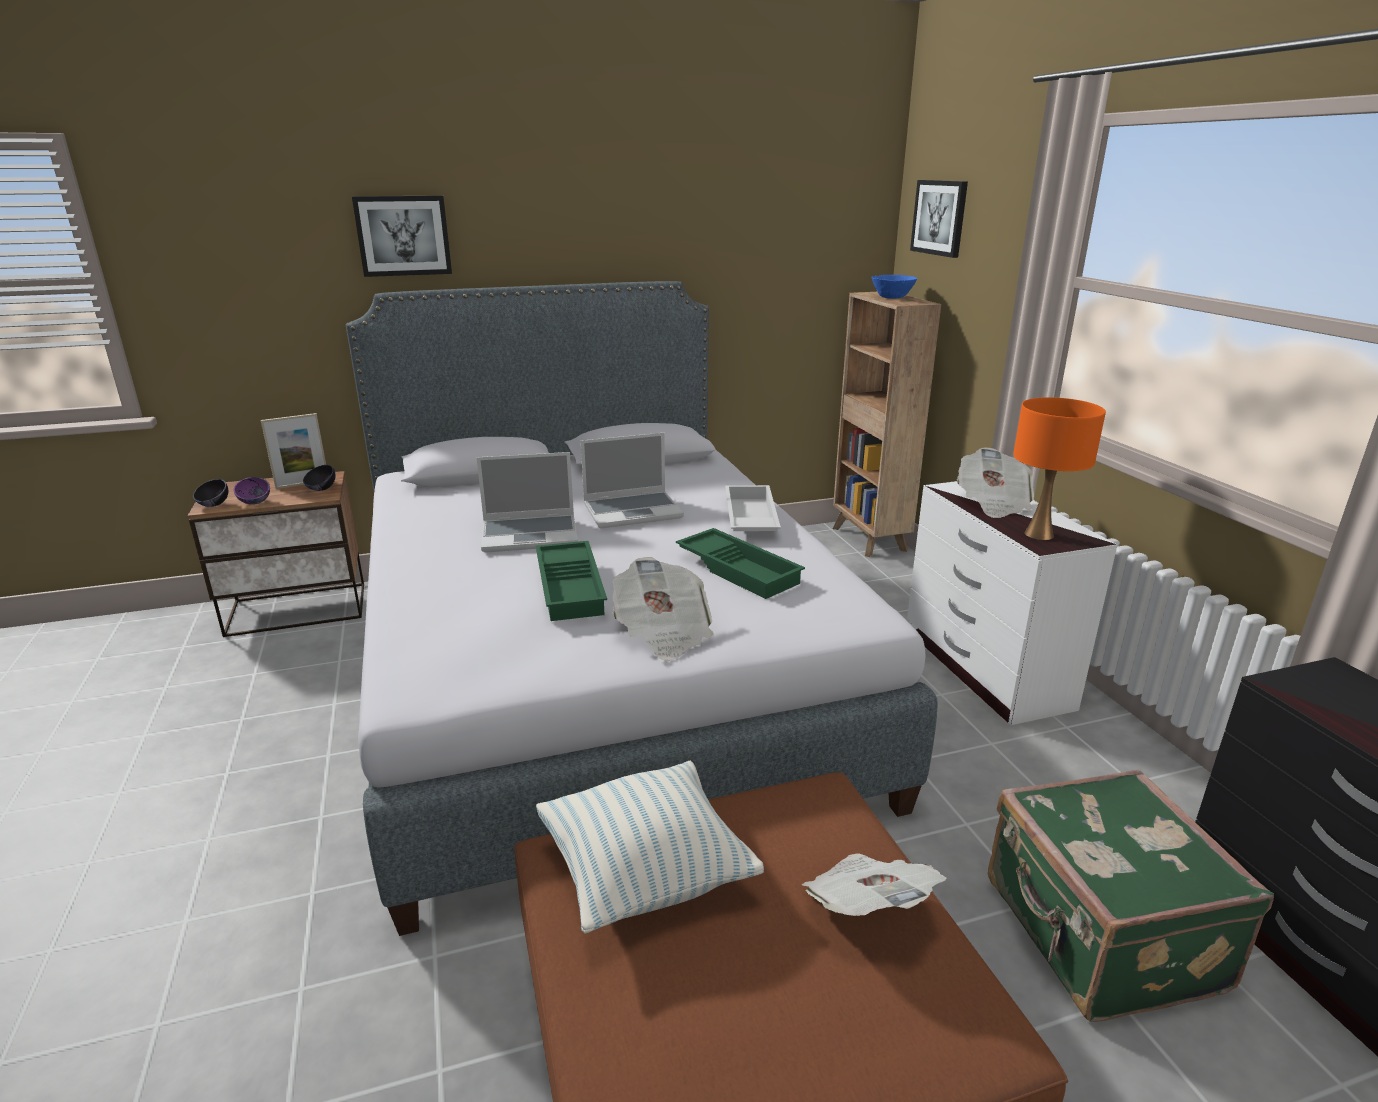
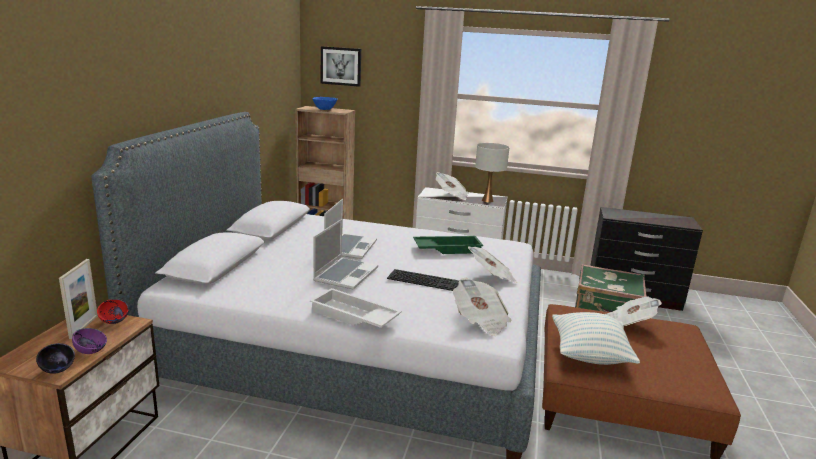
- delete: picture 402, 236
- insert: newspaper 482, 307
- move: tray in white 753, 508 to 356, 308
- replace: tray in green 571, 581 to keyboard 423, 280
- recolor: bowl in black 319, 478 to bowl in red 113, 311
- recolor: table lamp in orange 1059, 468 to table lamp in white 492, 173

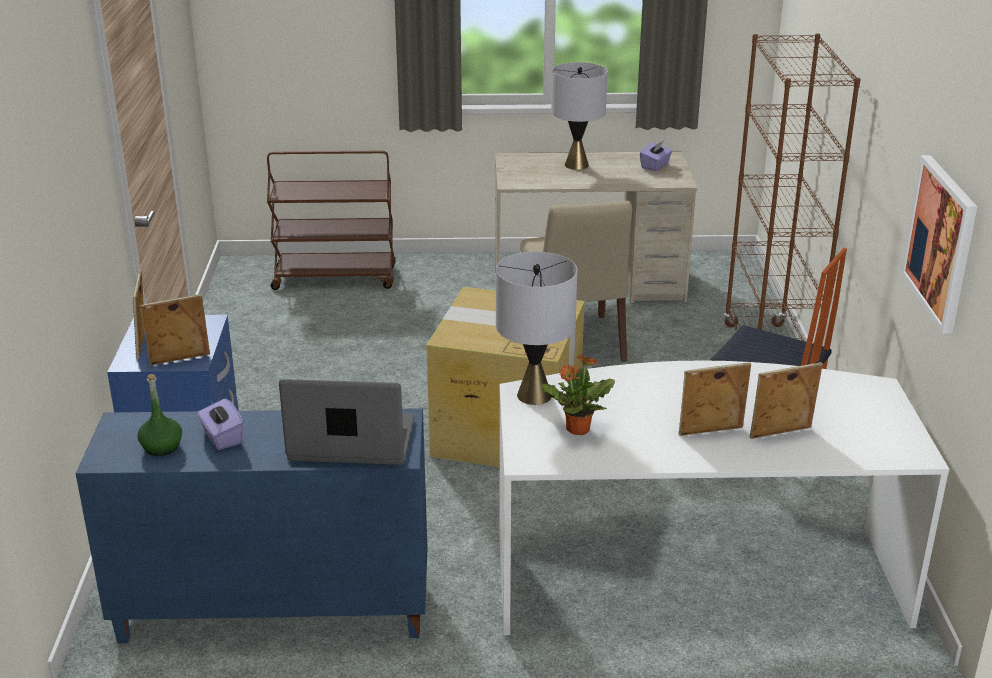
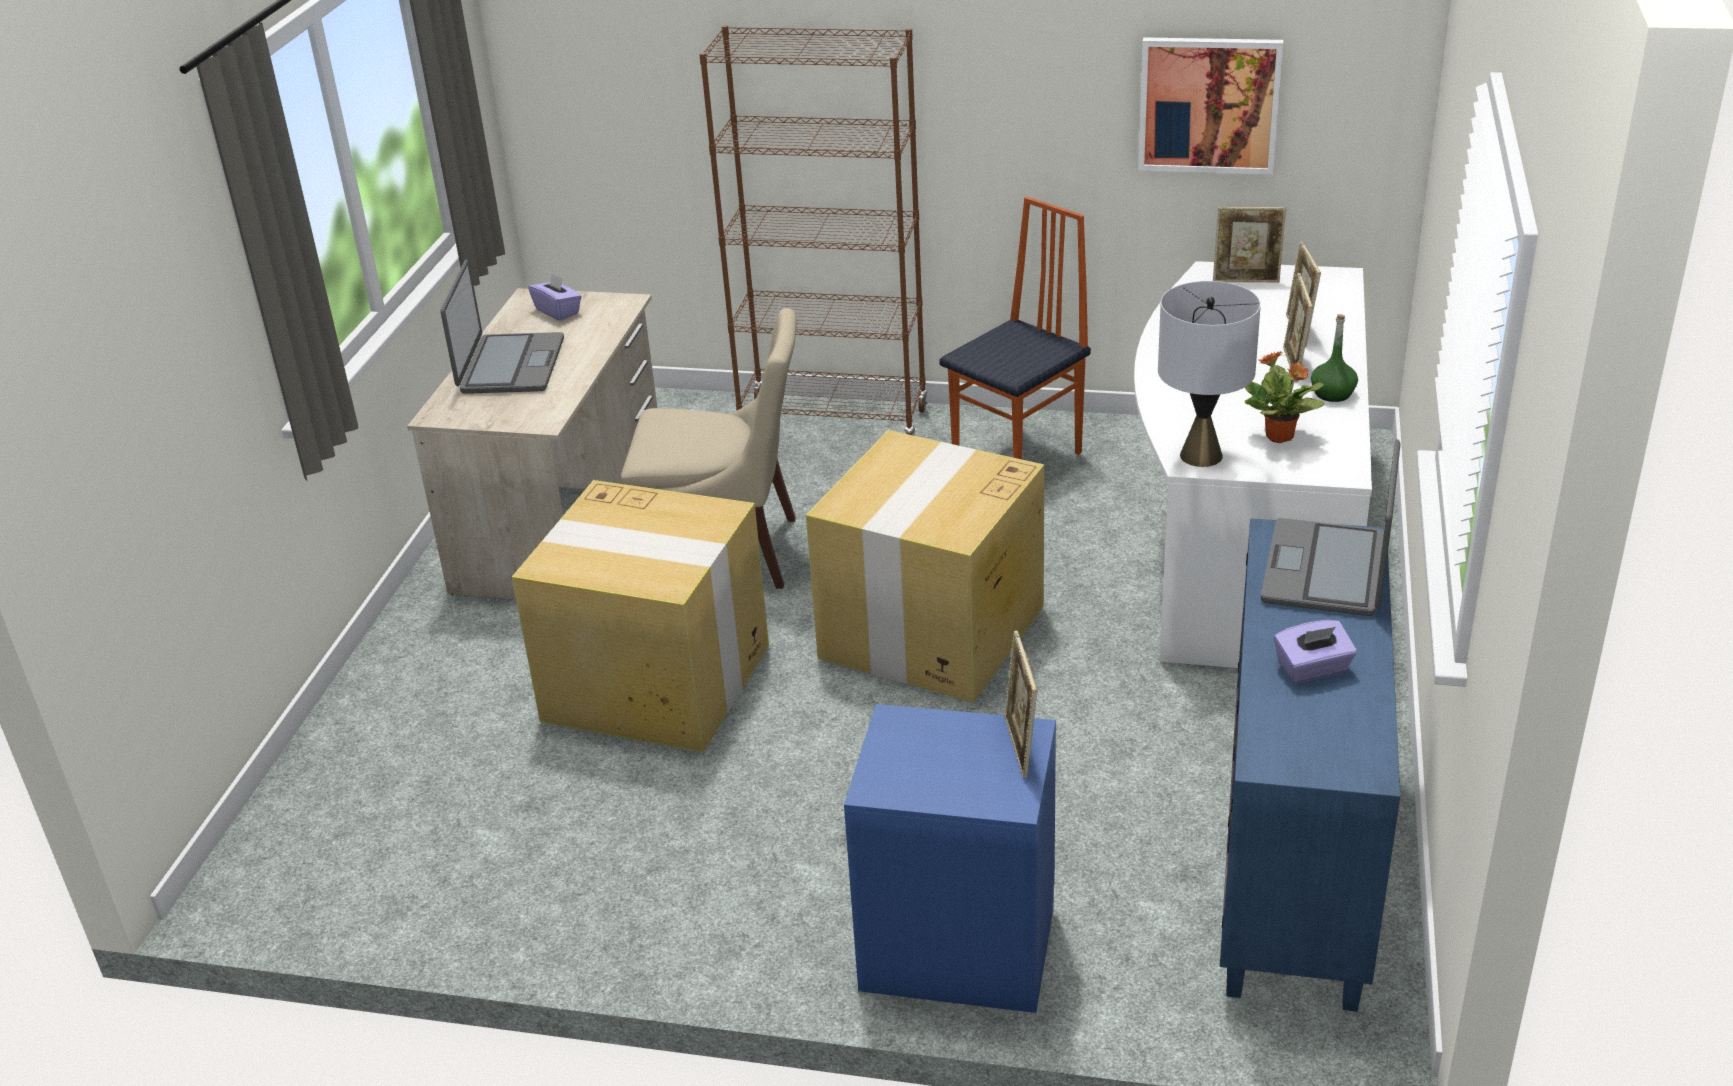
- delete: cart in brown 331, 220
- insert: cardboard box 640, 616
- move: picture frame 138, 314 to 1249, 245
- move: bottle in green 159, 415 to 1334, 358
- replace: table lamp in grey 579, 116 to laptop 502, 326

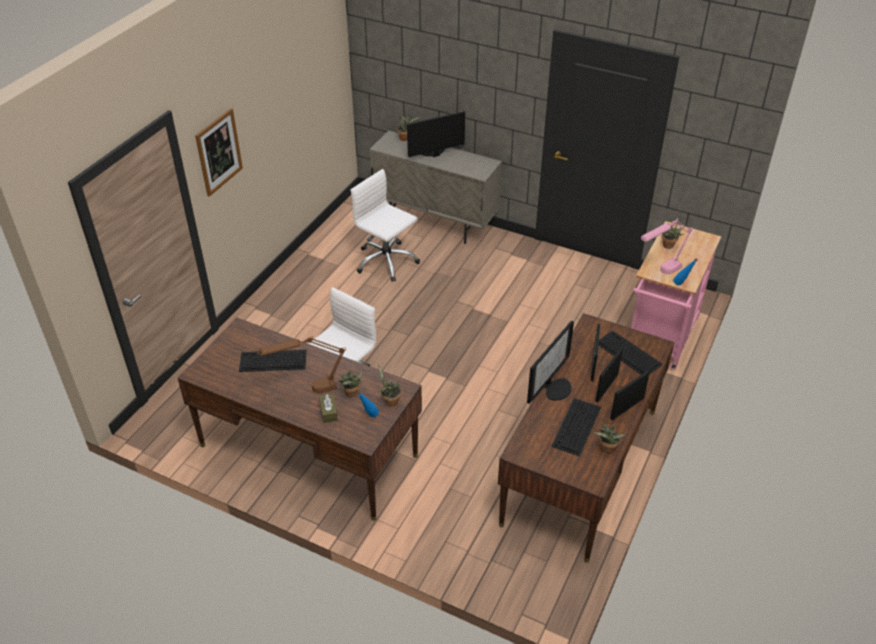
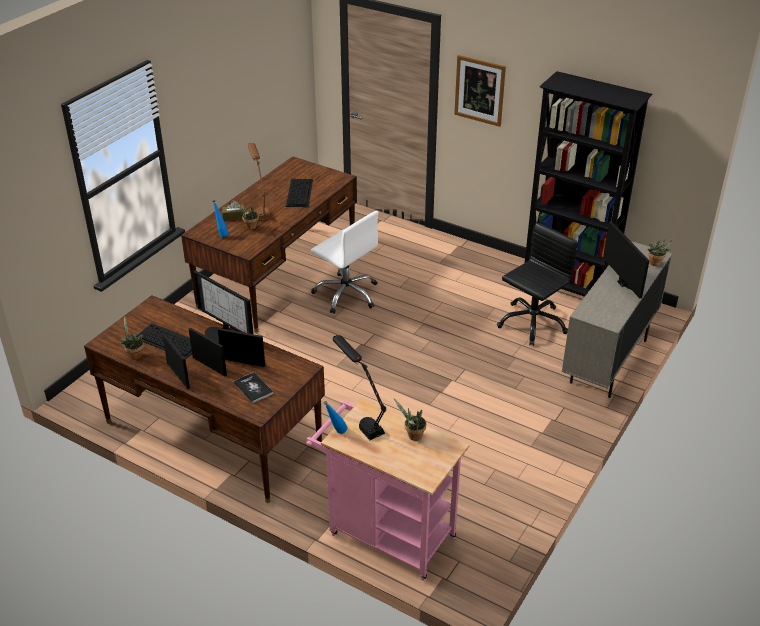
- delete: potted plant 389, 385
- insert: bookcase in black 589, 184
- replace: keyboard 631, 353 to book 254, 387
- recolor: office chair in white 385, 225 to office chair in black 537, 284
- recolor: table lamp in pink 667, 246 to table lamp in black 359, 387

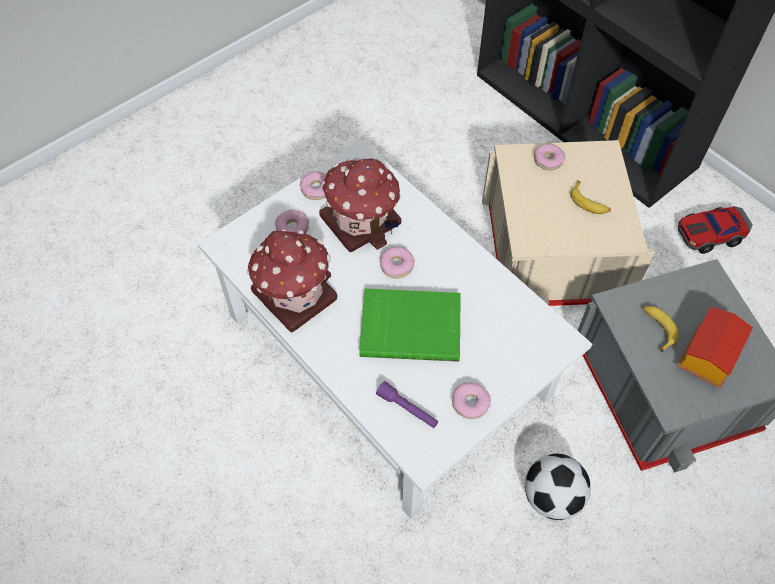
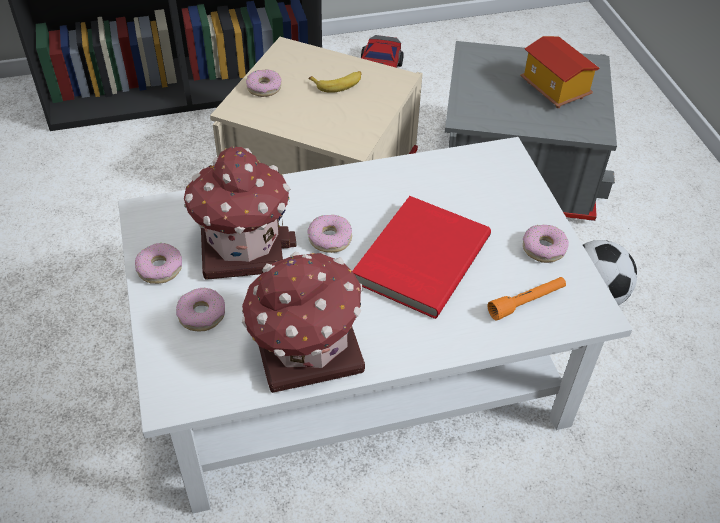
- delete: banana 661, 329
- recolor: book in green 410, 325 to book in red 422, 257
- recolor: flashlight in purple 407, 404 to flashlight in orange 527, 299

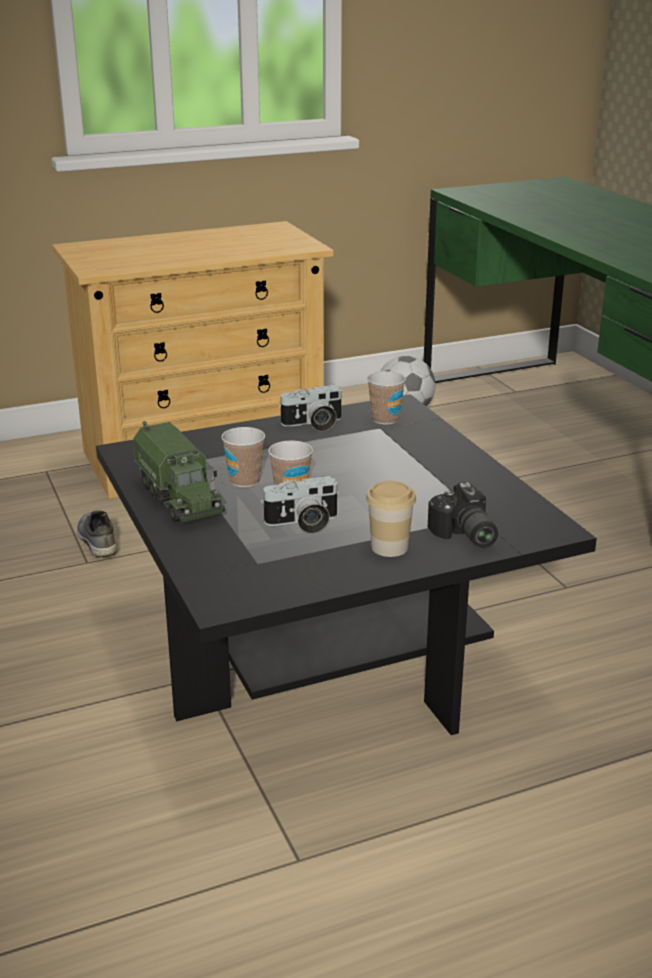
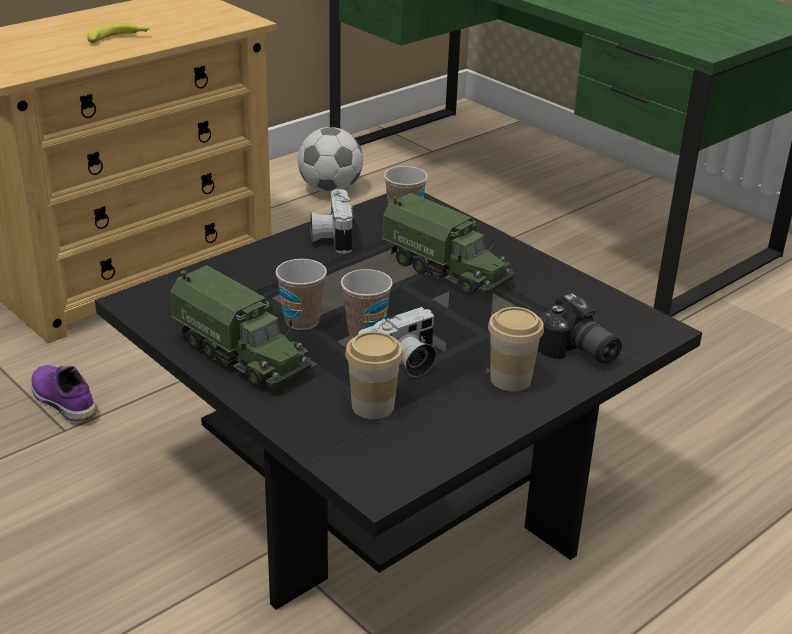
- insert: banana 118, 33
- insert: cup 374, 375
- insert: toy truck 448, 244
- recolor: shoe in grey 97, 533 to shoe in purple 64, 393
- rotate: photo camera 311, 408 = 332, 221 120 degrees clockwise

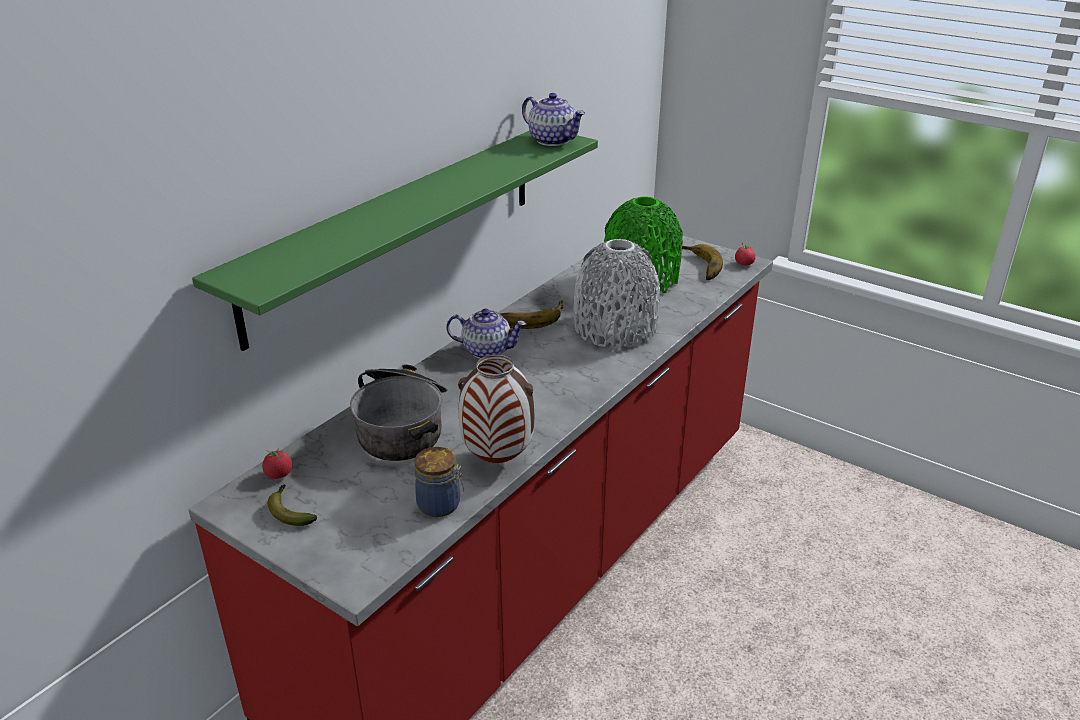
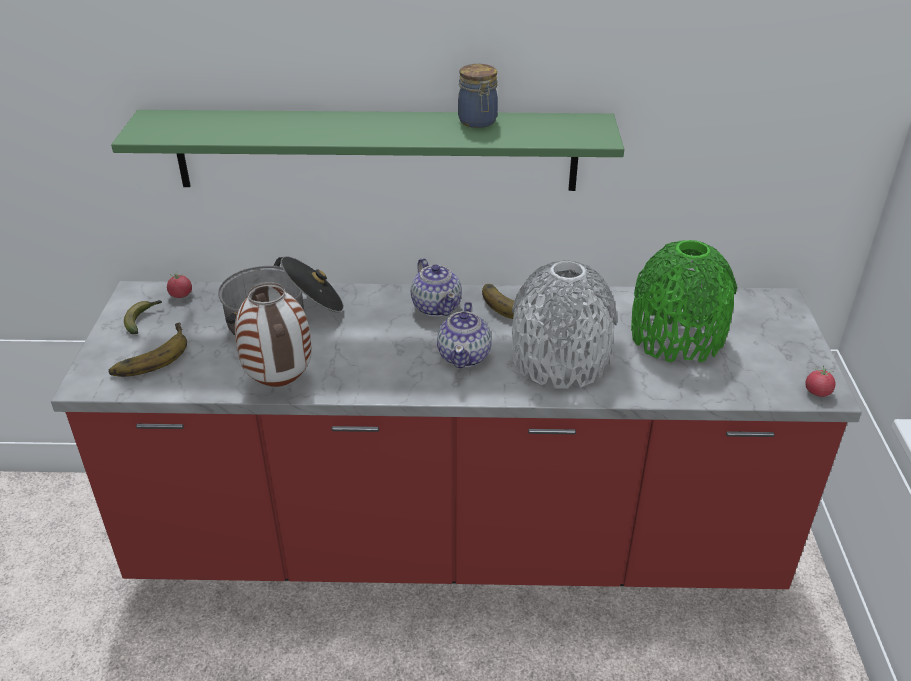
- move: jar 439, 482 to 478, 96
- move: teapot 553, 119 to 464, 335
- move: banana 702, 262 to 148, 350

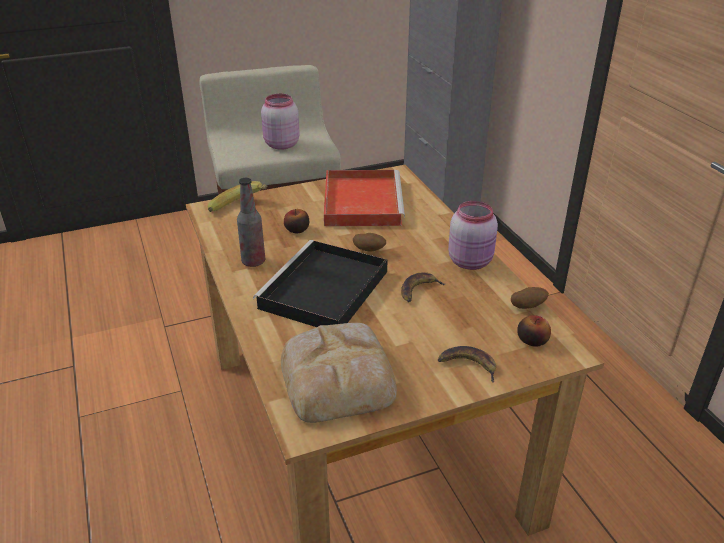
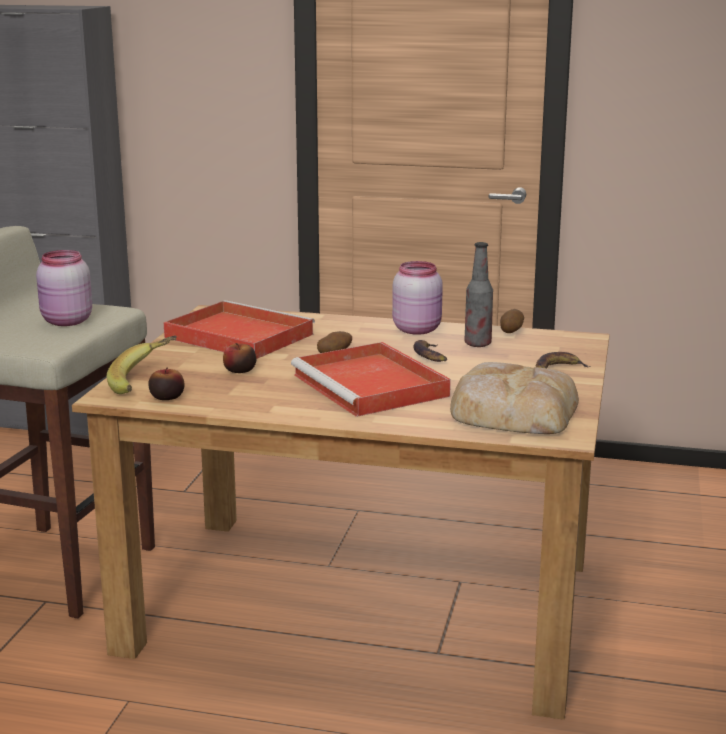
- move: bottle 251, 222 to 479, 294
- move: apple 534, 331 to 166, 383
- recolor: tray in black 320, 283 to tray in red 371, 379

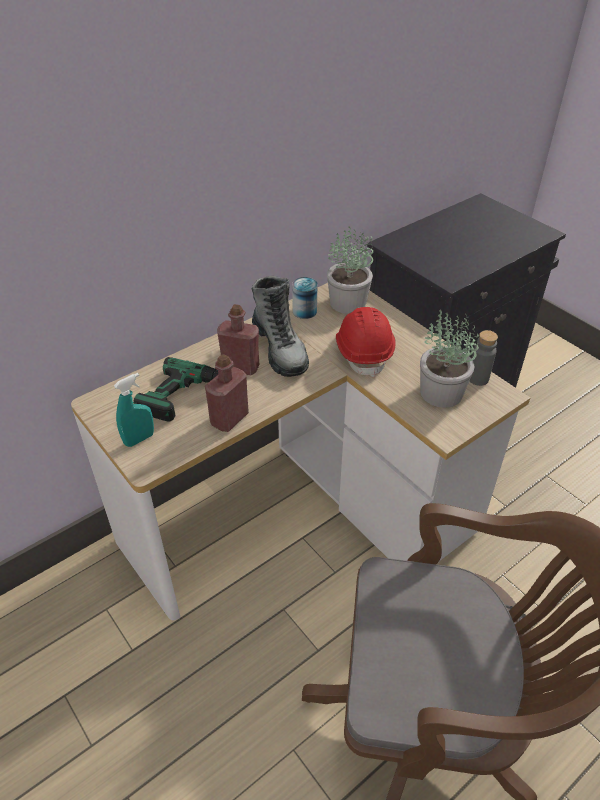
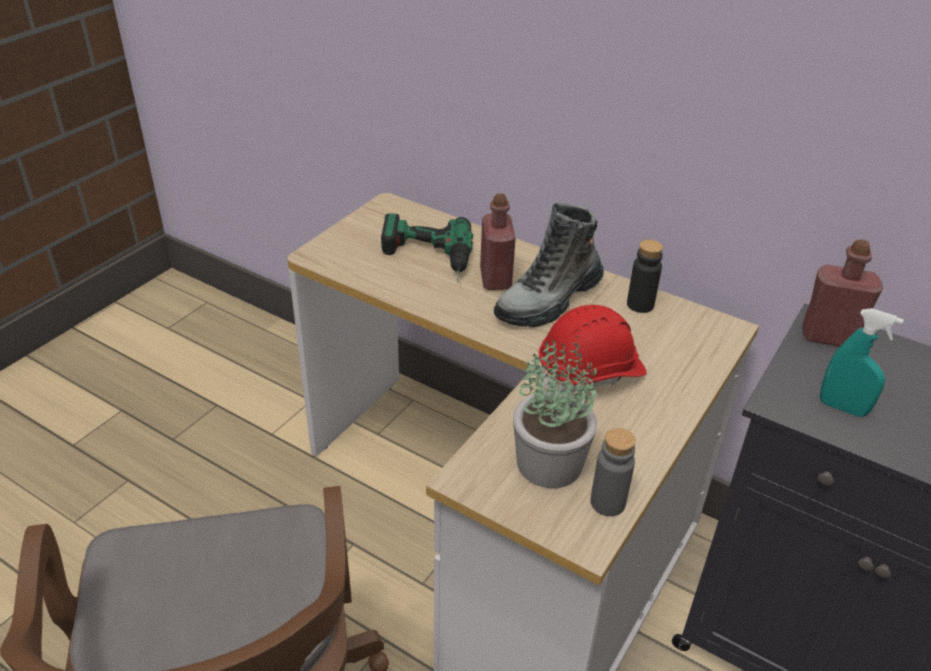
- delete: potted plant 350, 270
- move: spray bottle in turquoise 134, 410 to 862, 362
- move: bottle in red 227, 393 to 842, 293
- replace: can 305, 298 to bottle in black 645, 276

